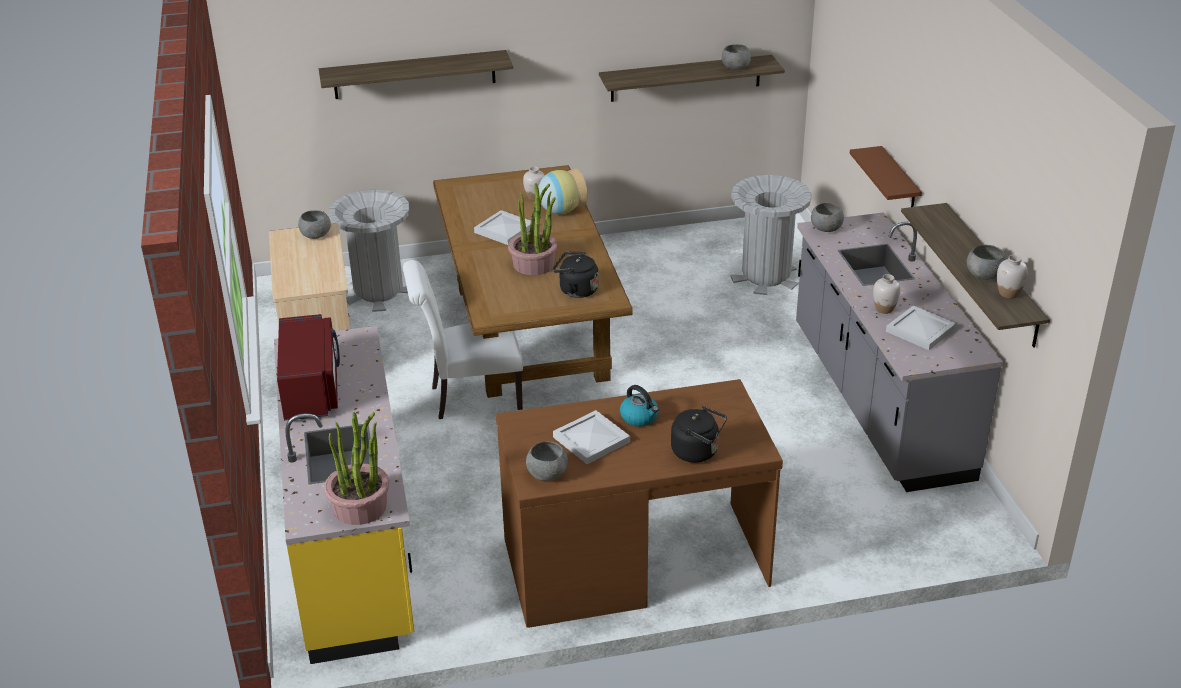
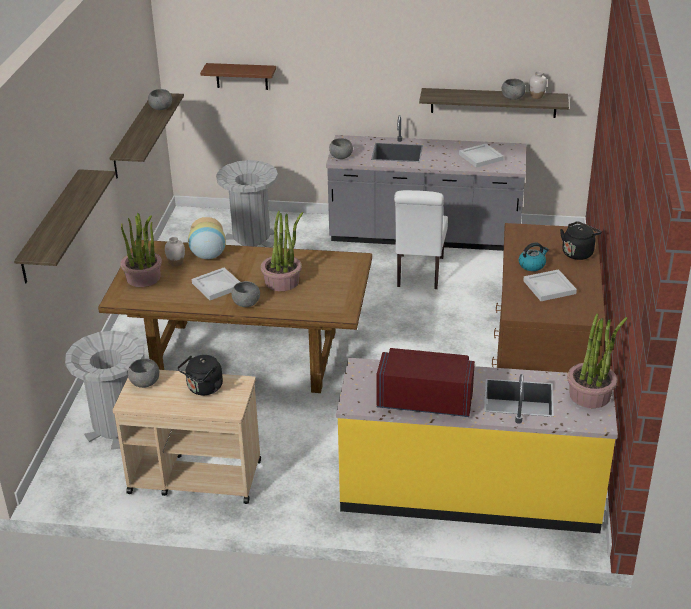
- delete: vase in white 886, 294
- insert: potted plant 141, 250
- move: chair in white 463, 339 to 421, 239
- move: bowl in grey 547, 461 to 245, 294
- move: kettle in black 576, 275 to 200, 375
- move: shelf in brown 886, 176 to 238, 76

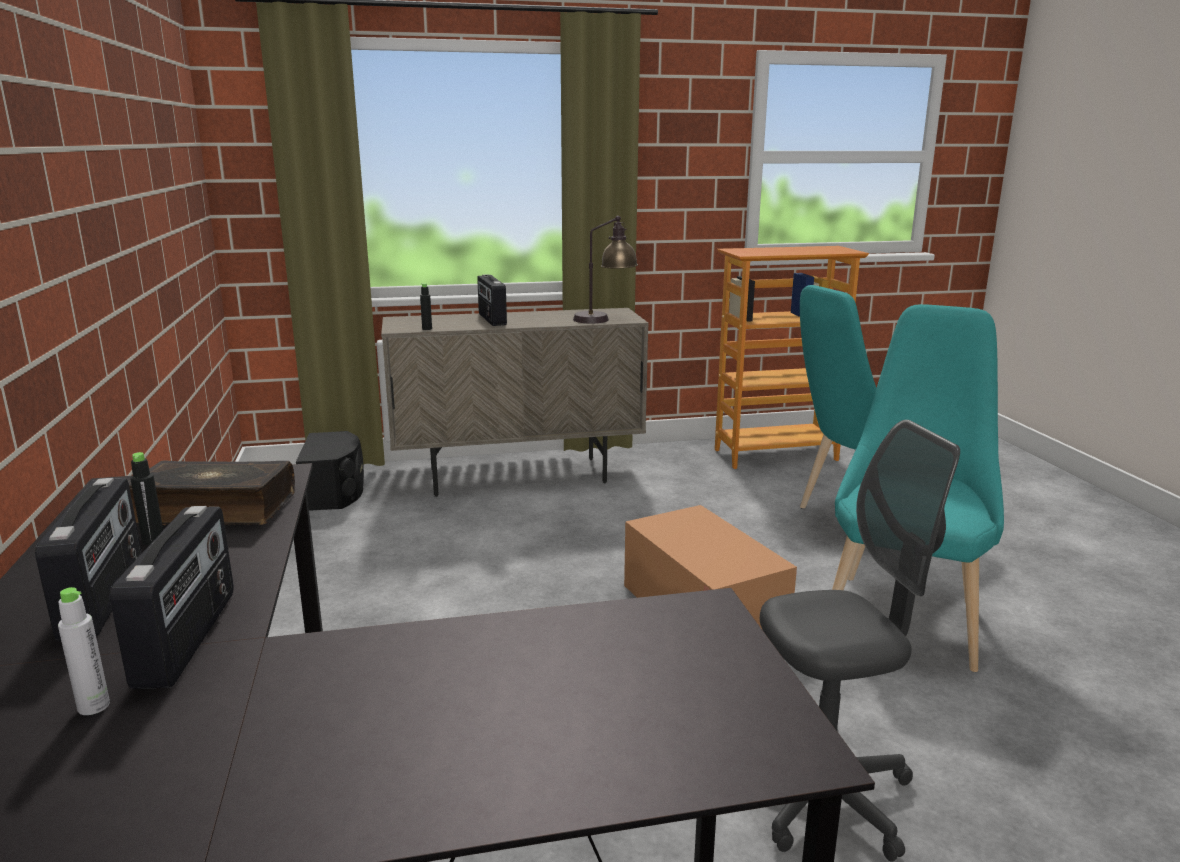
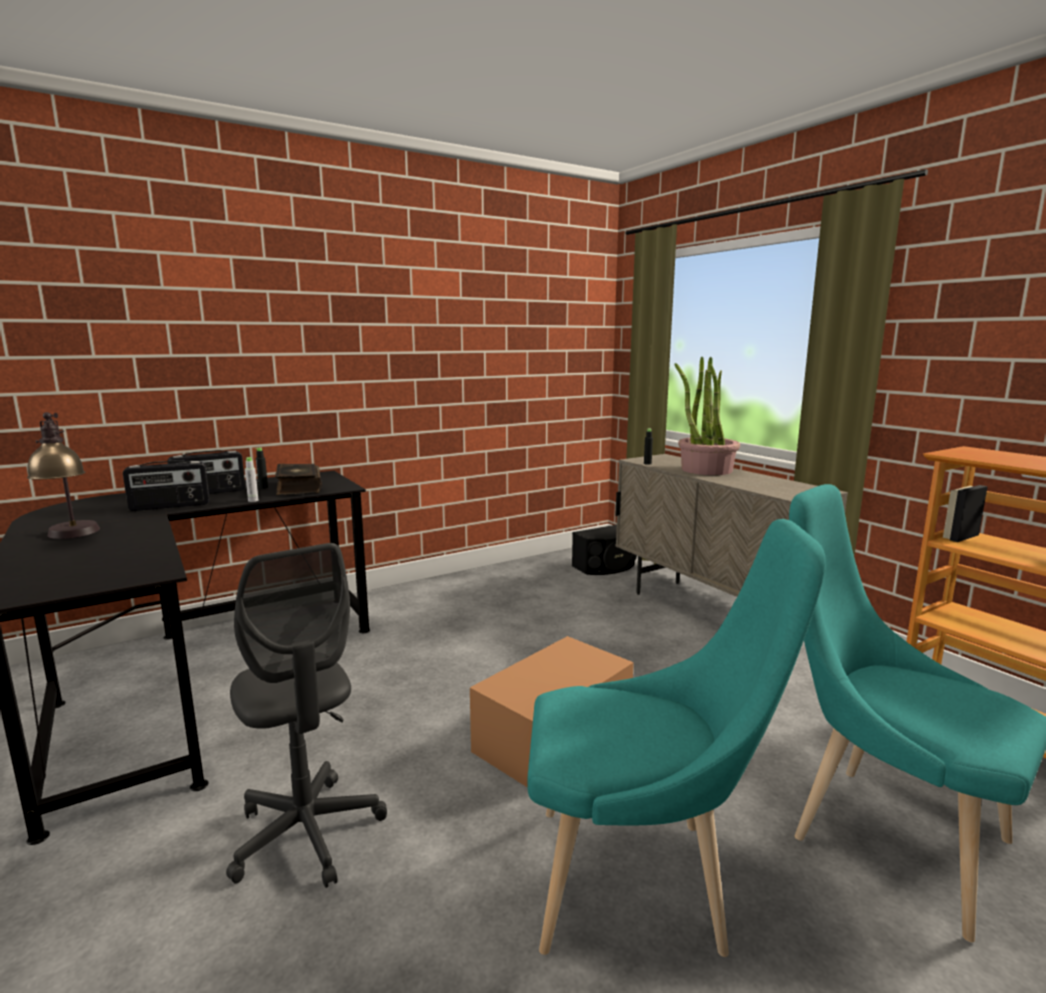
- move: bottle in grey 84, 651 to 251, 479
- move: table lamp 605, 270 to 63, 475
- replace: radio 492, 300 to potted plant 707, 416

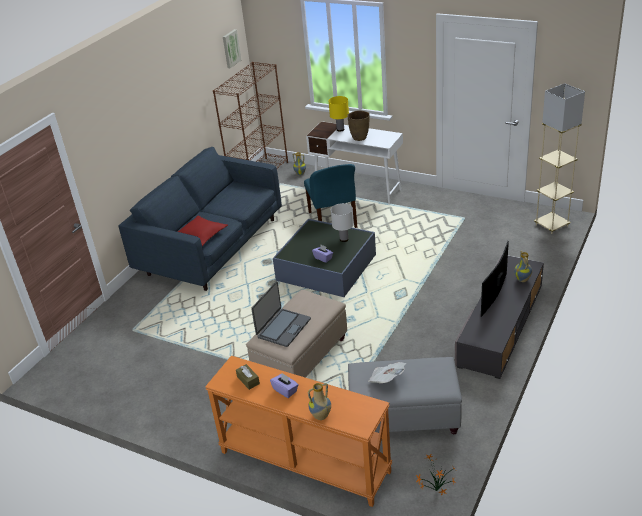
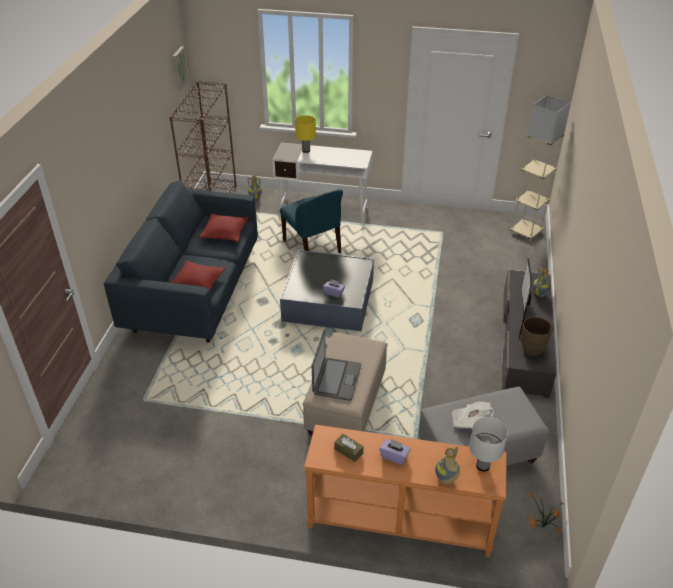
- insert: pillow in red 224, 228
- move: table lamp in white 342, 222 to 488, 444
- move: vase in brown 358, 125 to 537, 336

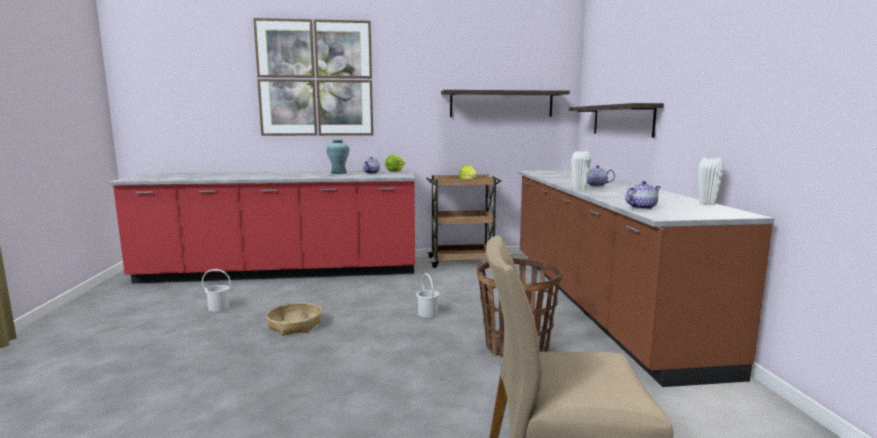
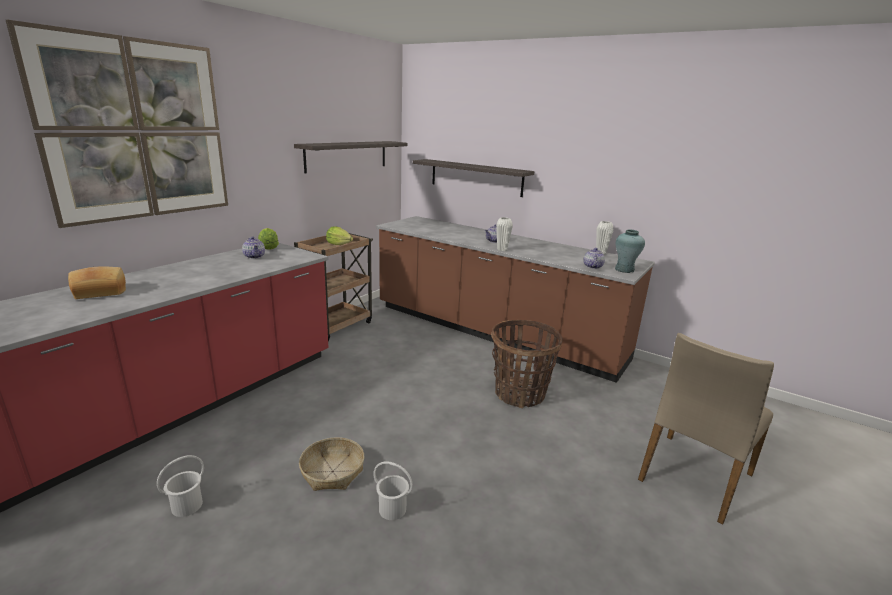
- insert: bread 97, 282
- move: vase in turquoise 338, 157 to 630, 251
- move: bucket in white 427, 295 to 393, 490

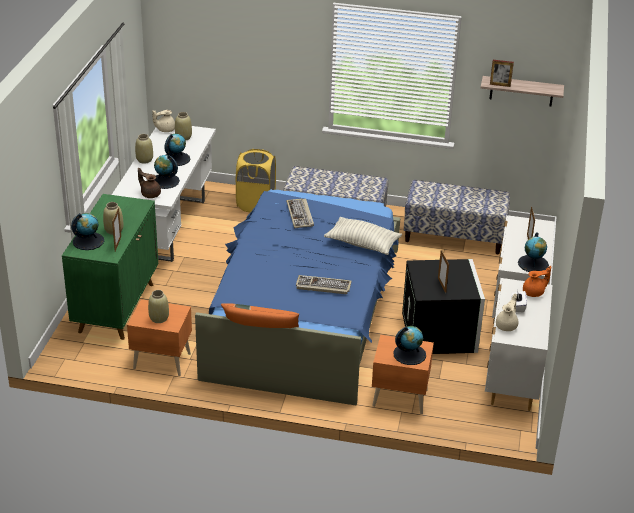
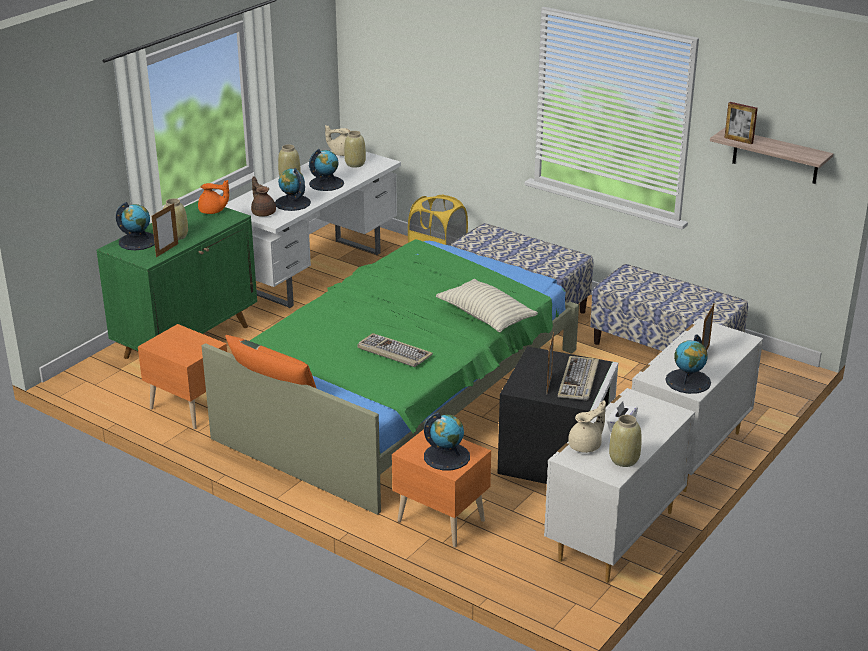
- move: vase in beige 158, 306 to 625, 441
- move: keyboard 300, 213 to 578, 378
- move: teapot in orange 537, 281 to 213, 197
- recolor: bed in blue 297, 297 to bed in green 390, 377

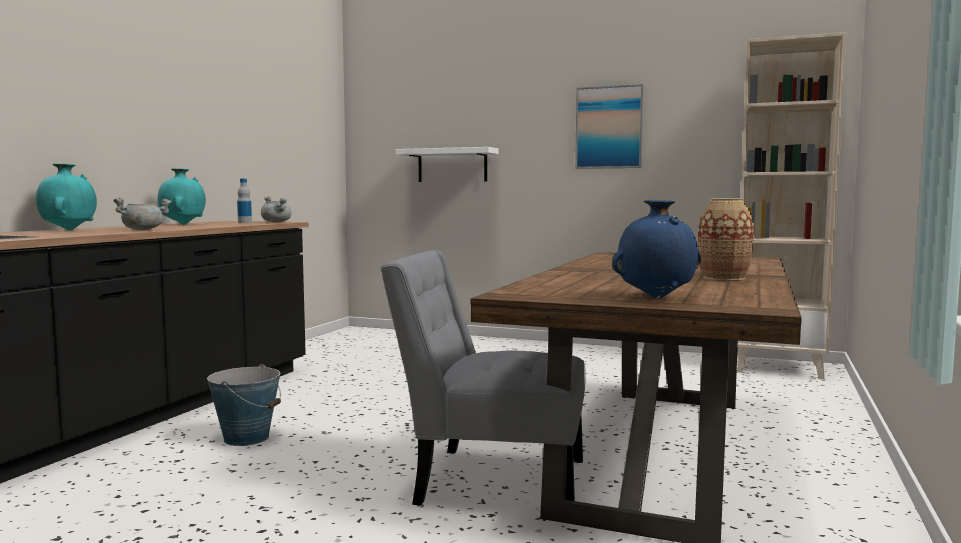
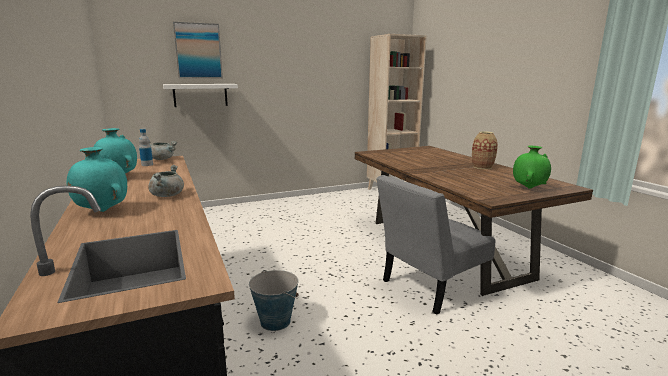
- move: picture 609, 126 to 198, 50
- recolor: vase in blue 656, 249 to vase in green 532, 167

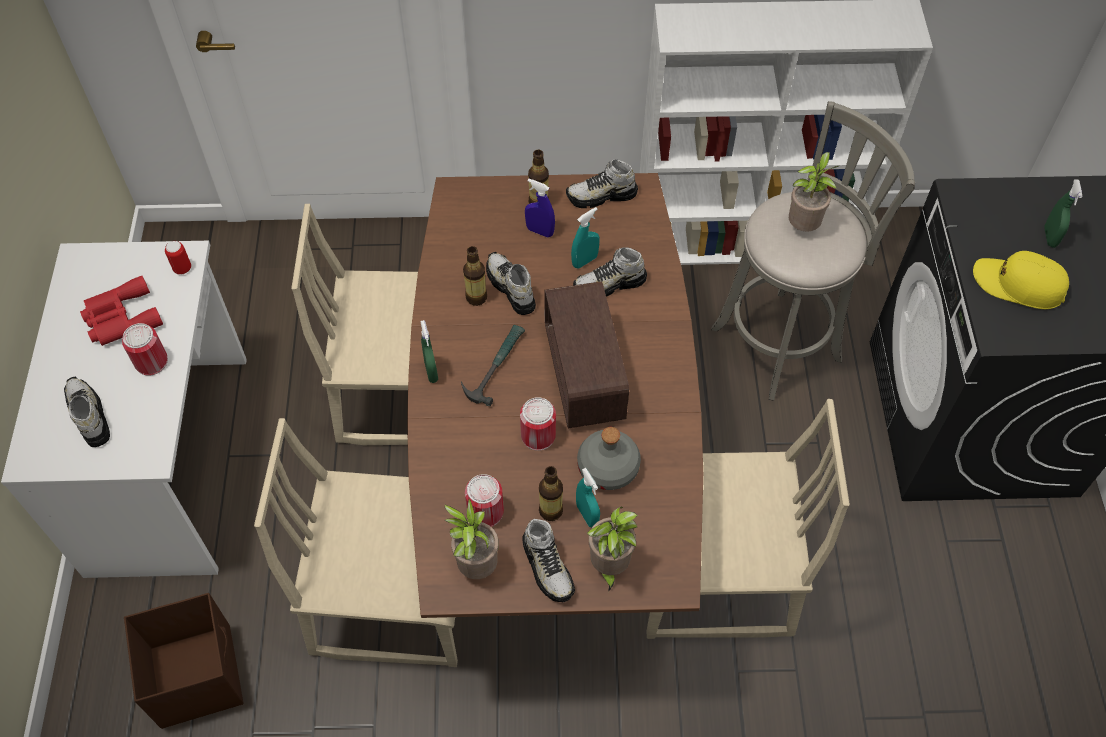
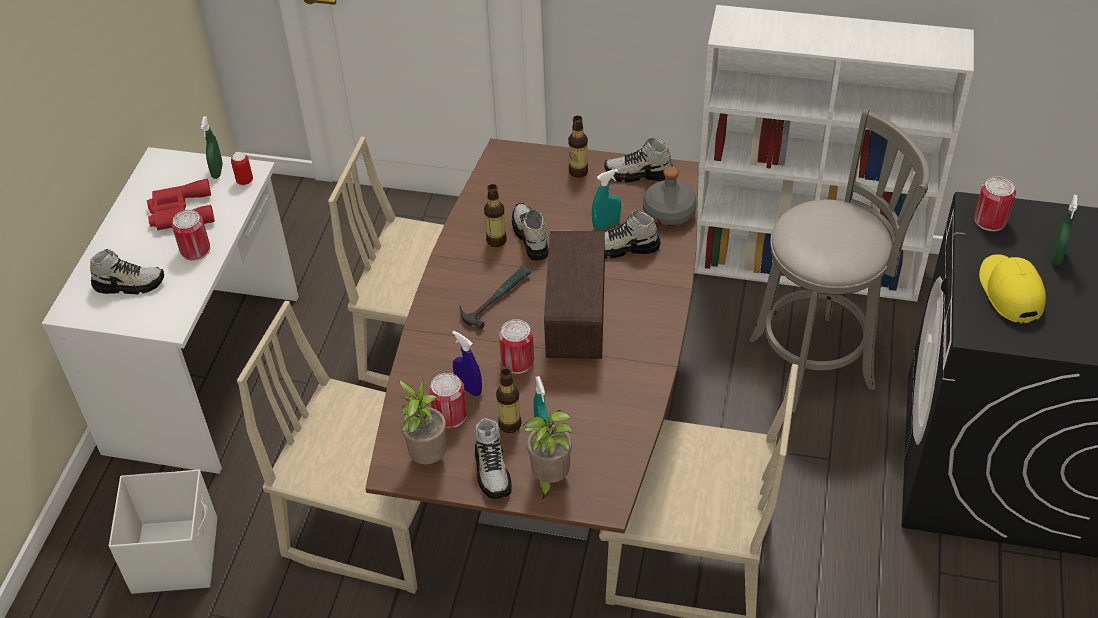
- delete: potted plant 813, 192
- insert: can 995, 203
- move: spray bottle in green 429, 351 to 212, 147
- move: spray bottle in blue 540, 208 to 467, 363
- move: bottle in grey 609, 458 to 670, 196
- recolor: storage box in brown 184, 661 to storage box in white 163, 531
- rotate: shoe 87, 412 = 127, 271 105 degrees clockwise
- rotate: cap in yellow 1021, 280 = 1012, 289 45 degrees clockwise

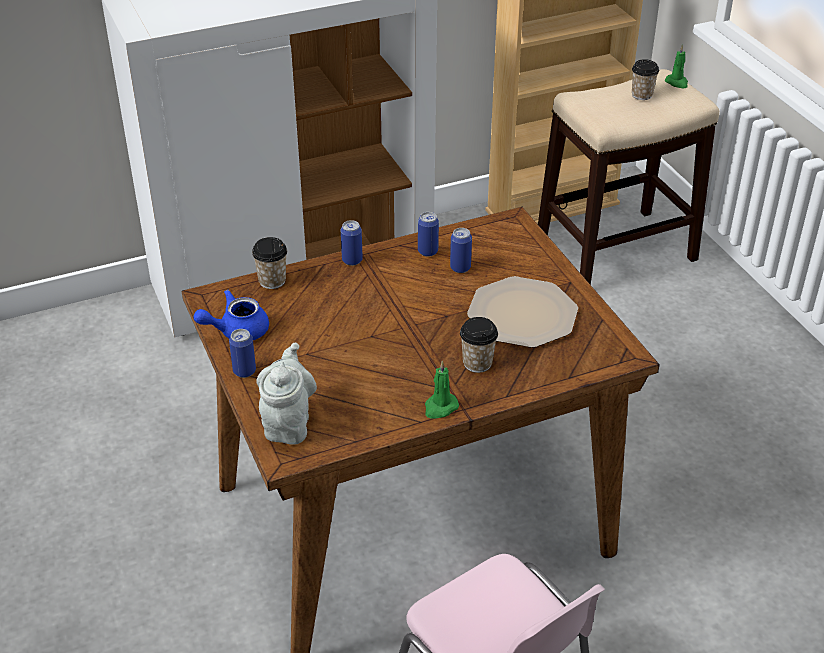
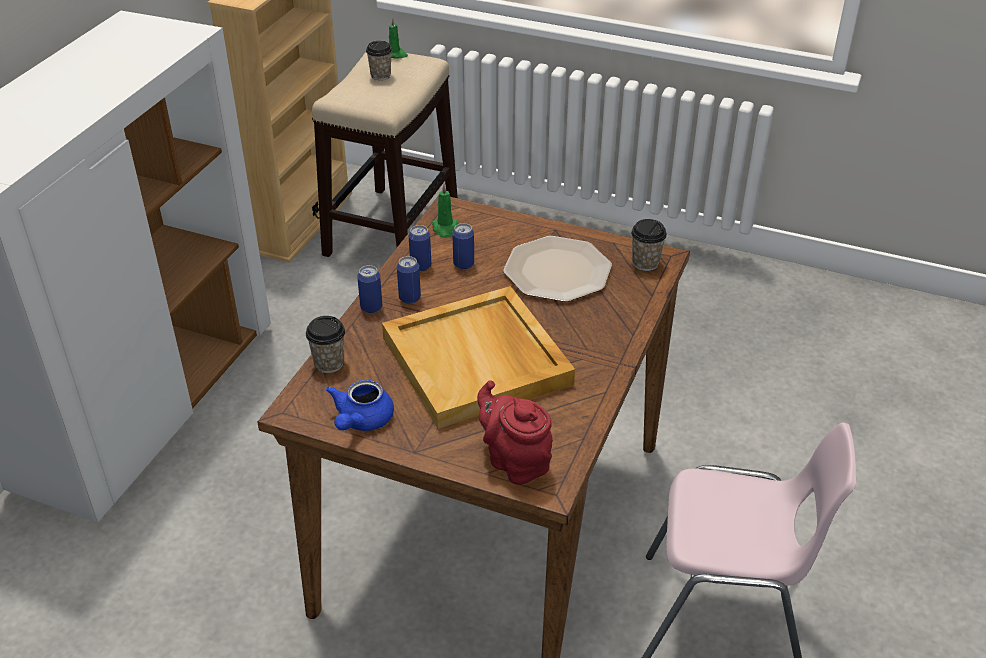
- insert: tray in beige 478, 357
- move: can 242, 353 to 409, 280
- move: candle in green 442, 390 to 445, 211
- move: cup 479, 345 to 649, 245
- recolor: teapot in grey 286, 394 to teapot in red 515, 432

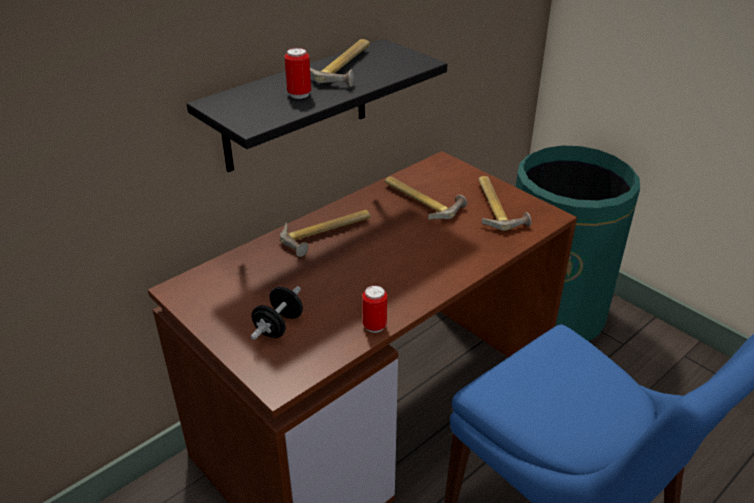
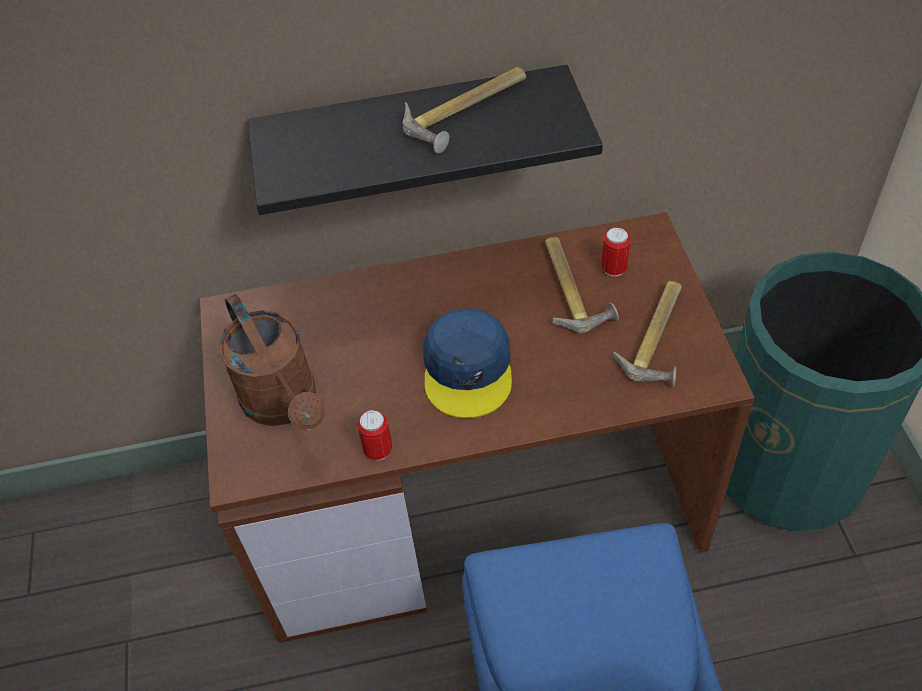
- delete: hammer 325, 233
- insert: cap in blue 467, 363
- move: can 297, 73 to 615, 252
- replace: dumbbell in black 277, 313 to watering can in brown 272, 362

